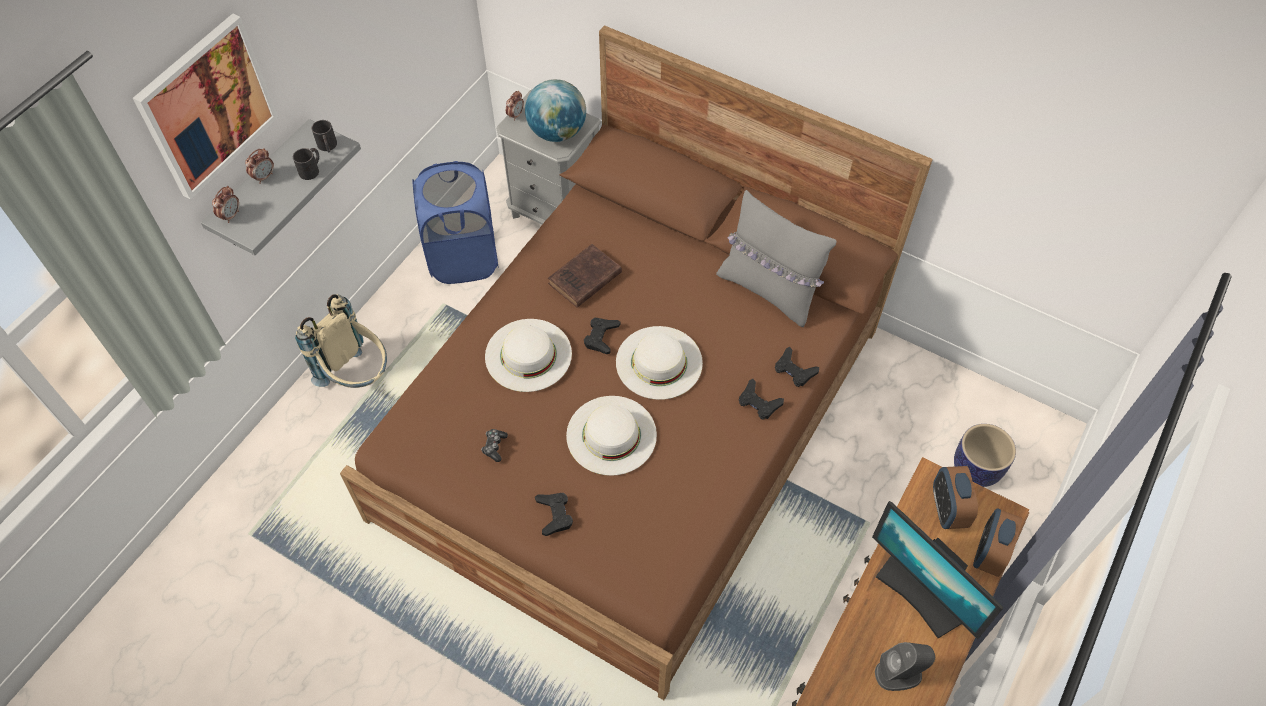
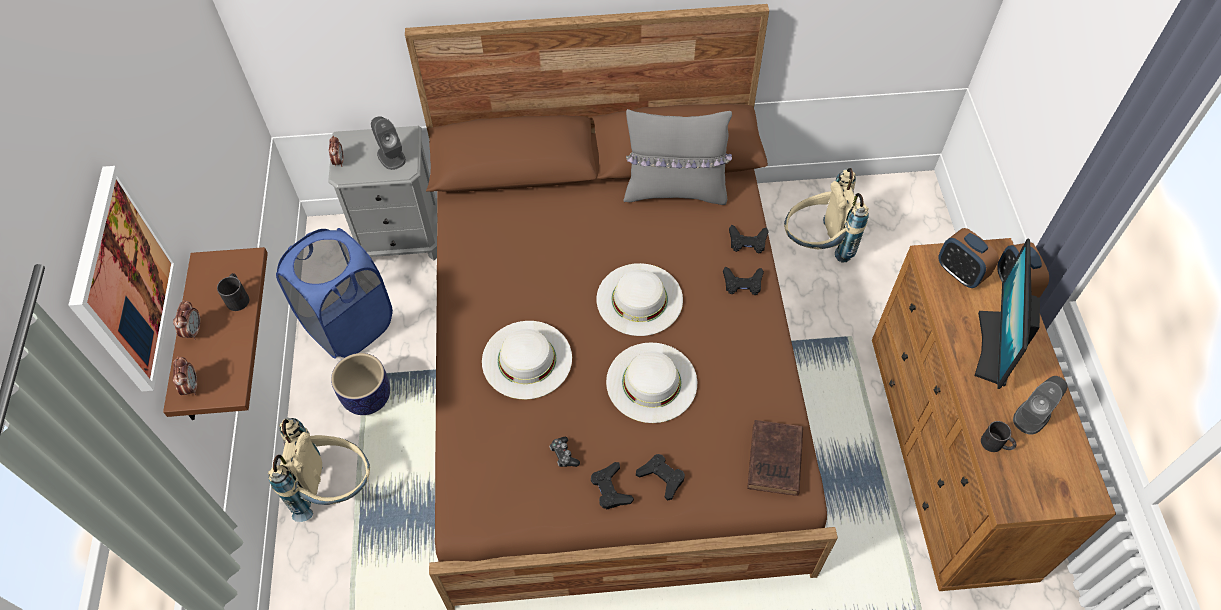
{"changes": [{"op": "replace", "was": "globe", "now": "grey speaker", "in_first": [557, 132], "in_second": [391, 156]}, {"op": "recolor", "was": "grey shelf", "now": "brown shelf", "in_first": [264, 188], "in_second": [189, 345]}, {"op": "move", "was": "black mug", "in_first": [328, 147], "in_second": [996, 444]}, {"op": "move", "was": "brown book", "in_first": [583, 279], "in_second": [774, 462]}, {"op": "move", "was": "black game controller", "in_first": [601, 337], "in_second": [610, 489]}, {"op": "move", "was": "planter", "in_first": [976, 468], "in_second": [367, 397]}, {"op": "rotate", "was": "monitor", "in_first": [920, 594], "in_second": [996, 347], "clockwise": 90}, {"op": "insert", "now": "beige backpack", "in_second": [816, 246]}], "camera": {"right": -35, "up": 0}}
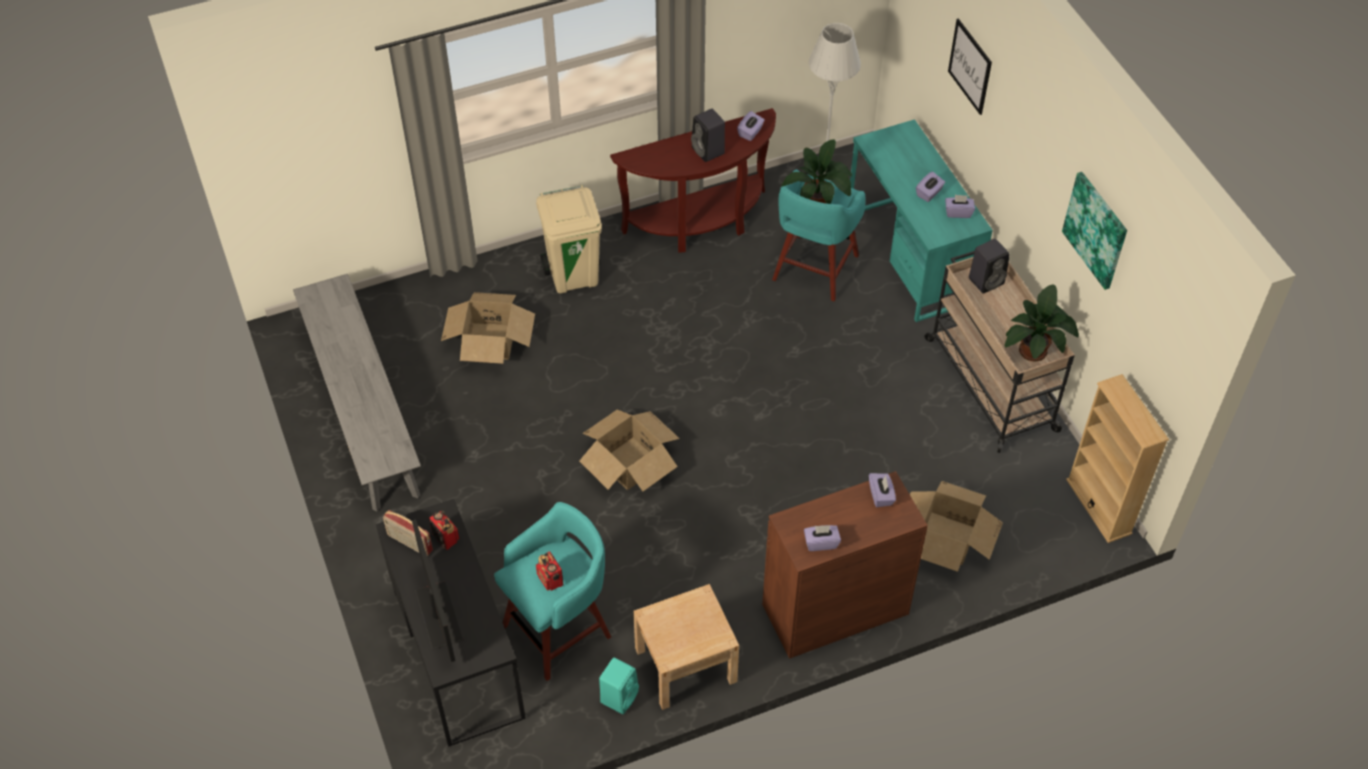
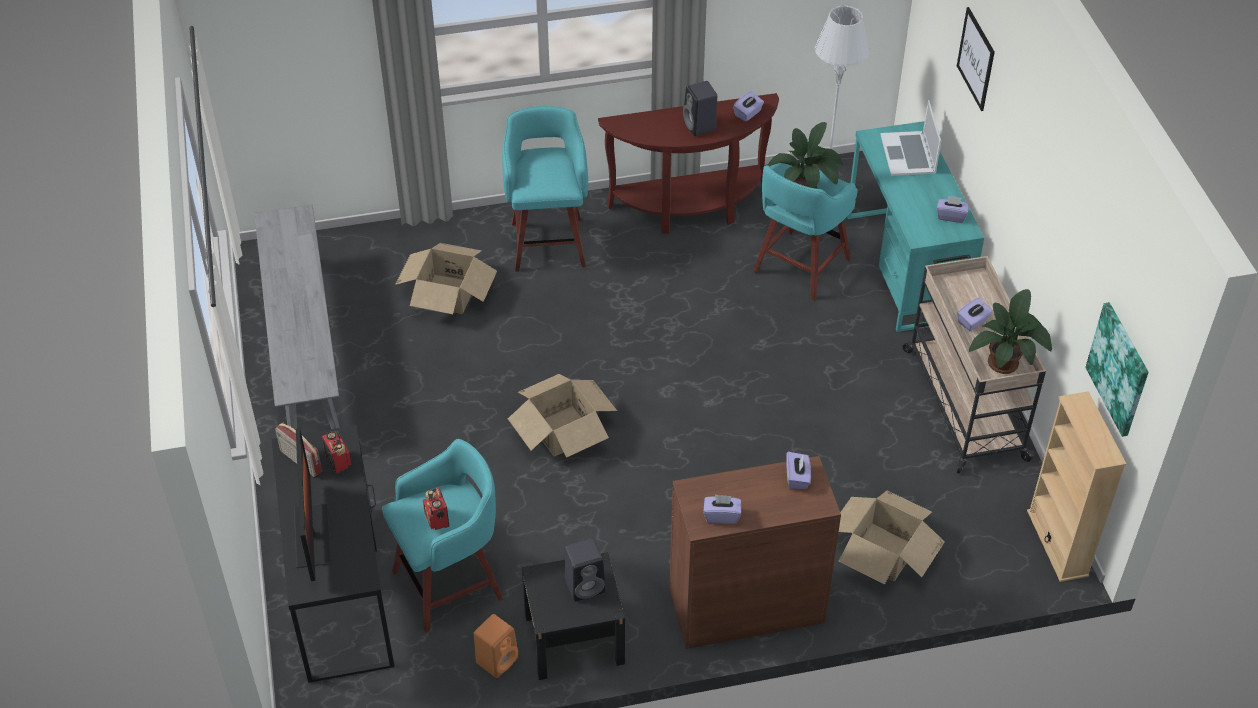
{"changes": [{"op": "move", "was": "purple tissue box", "in_first": [929, 193], "in_second": [973, 321]}, {"op": "move", "was": "picture", "in_first": [1096, 230], "in_second": [1119, 369]}, {"op": "replace", "was": "beige trash can", "now": "turquoise stool", "in_first": [574, 275], "in_second": [548, 242]}, {"op": "move", "was": "black speaker", "in_first": [987, 280], "in_second": [586, 585]}, {"op": "recolor", "was": "beige nightstand", "now": "black nightstand", "in_first": [685, 665], "in_second": [574, 639]}, {"op": "recolor", "was": "turquoise speaker", "now": "orange speaker", "in_first": [619, 696], "in_second": [497, 659]}, {"op": "insert", "now": "laptop", "in_second": [908, 154]}], "camera": {"right": 10, "up": -5}}
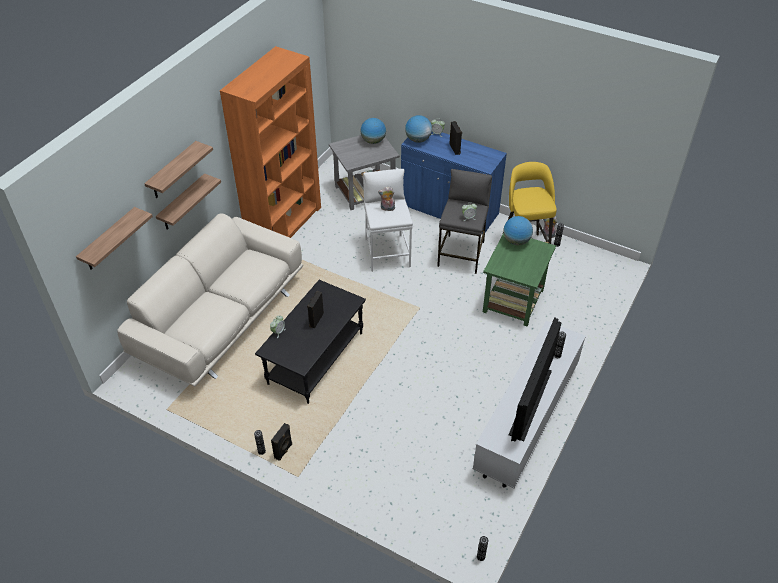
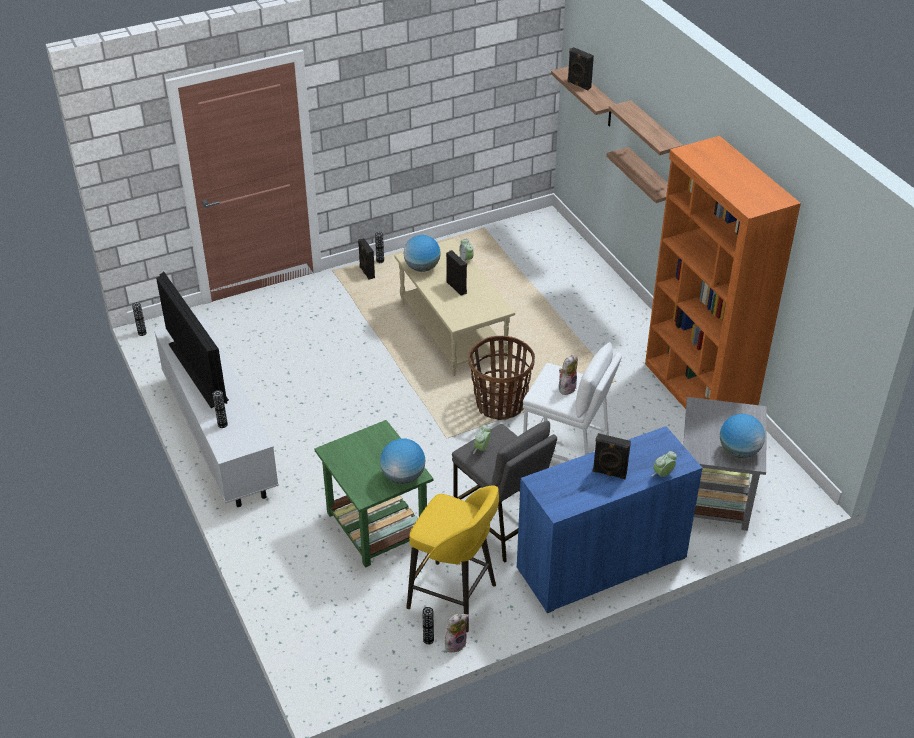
{"changes": [{"op": "move", "was": "globe", "in_first": [418, 140], "in_second": [422, 268]}, {"op": "delete", "was": "beige sofa", "in_first": [221, 319]}, {"op": "recolor", "was": "black coffee table", "now": "beige coffee table", "in_first": [315, 358], "in_second": [454, 331]}, {"op": "insert", "now": "black speaker", "in_second": [578, 85]}, {"op": "insert", "now": "basket", "in_second": [500, 404]}], "camera": {"right": 125, "up": -5}}
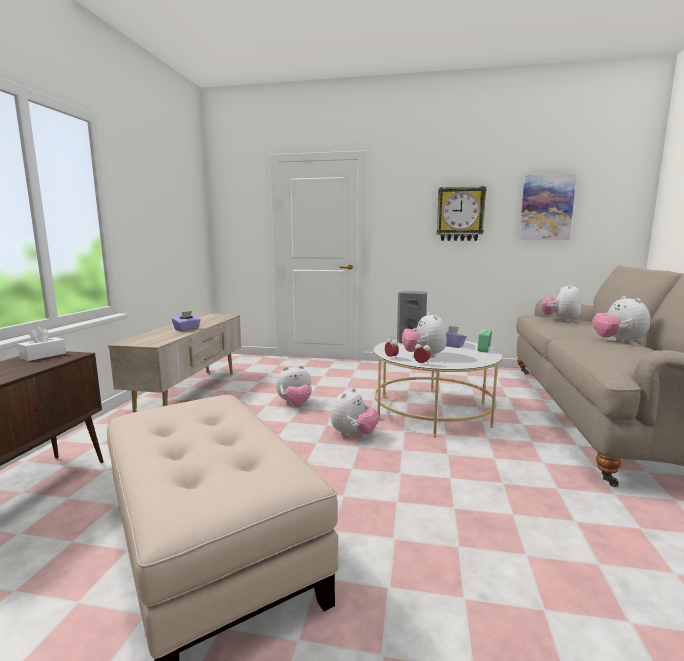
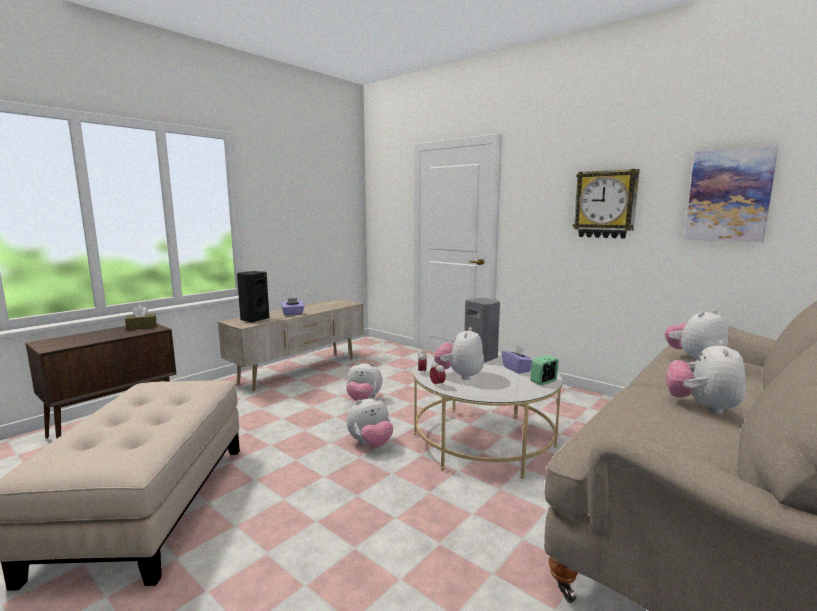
{"changes": [{"op": "recolor", "was": "white tissue box", "now": "brown tissue box", "in_first": [43, 355], "in_second": [141, 327]}, {"op": "insert", "now": "black speaker", "in_second": [254, 319]}], "camera": {"right": 30, "up": 0}}
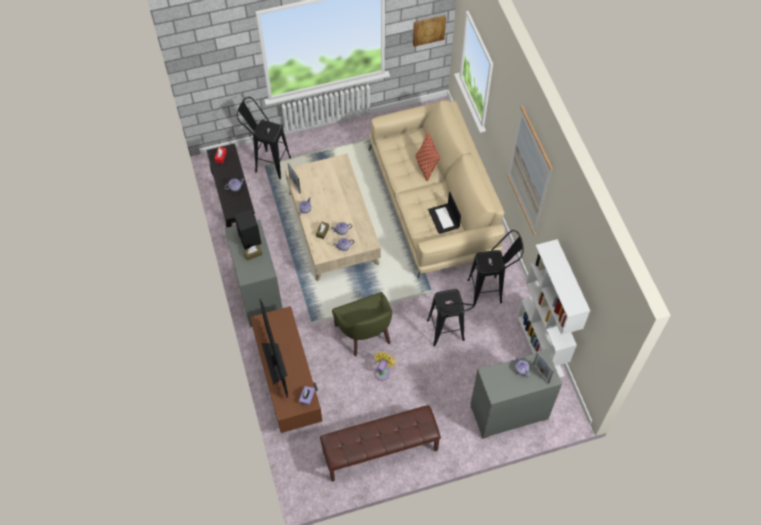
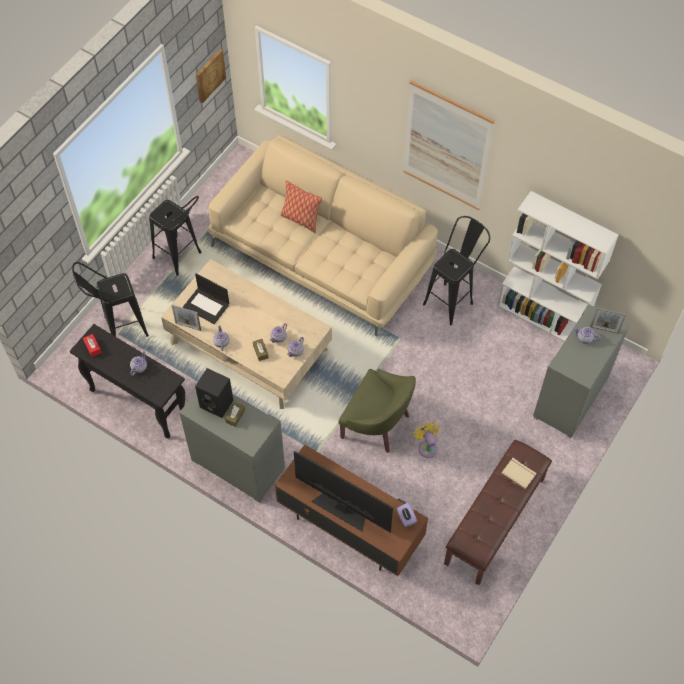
{"changes": [{"op": "move", "was": "laptop", "in_first": [444, 219], "in_second": [207, 305]}, {"op": "move", "was": "black stool", "in_first": [447, 336], "in_second": [182, 259]}, {"op": "insert", "now": "beige book", "in_second": [519, 473]}], "camera": {"right": -40, "up": 0}}
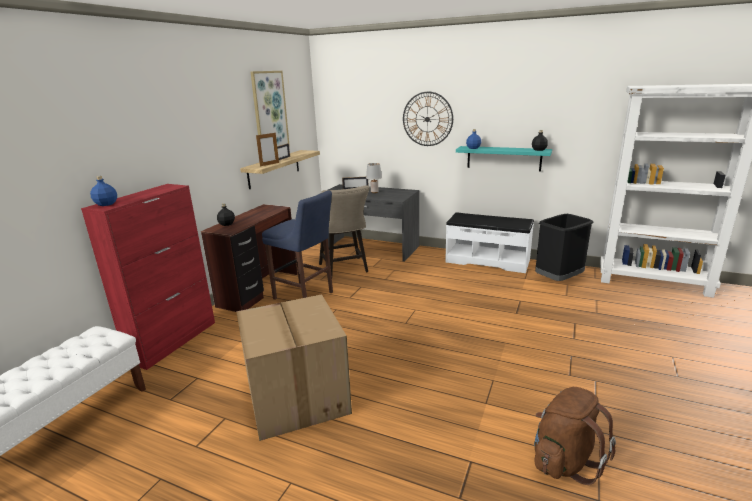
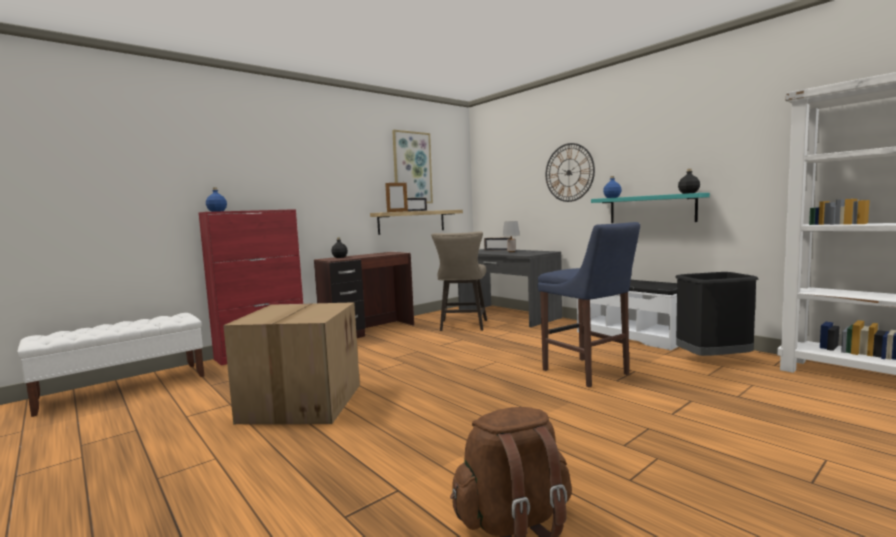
{"changes": [{"op": "move", "was": "blue stool", "in_first": [305, 296], "in_second": [588, 373]}], "camera": {"right": 25, "up": -15}}
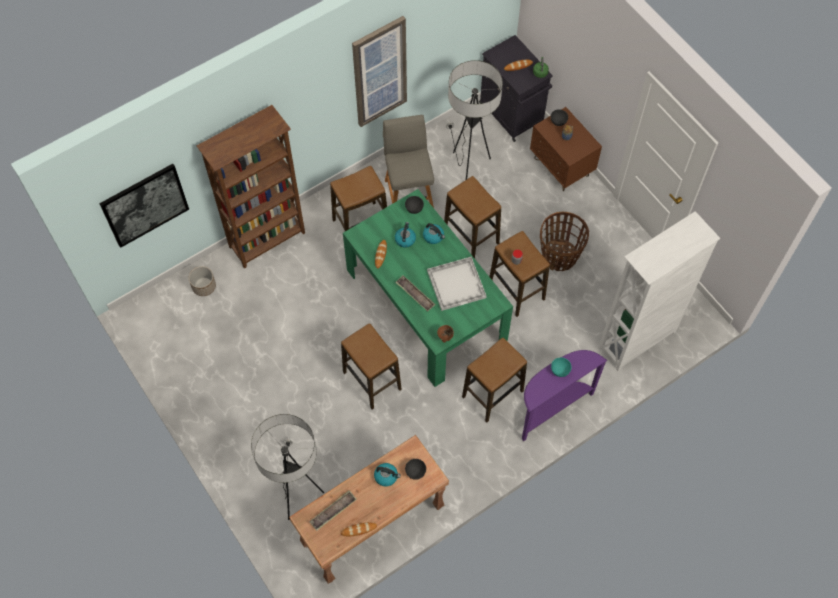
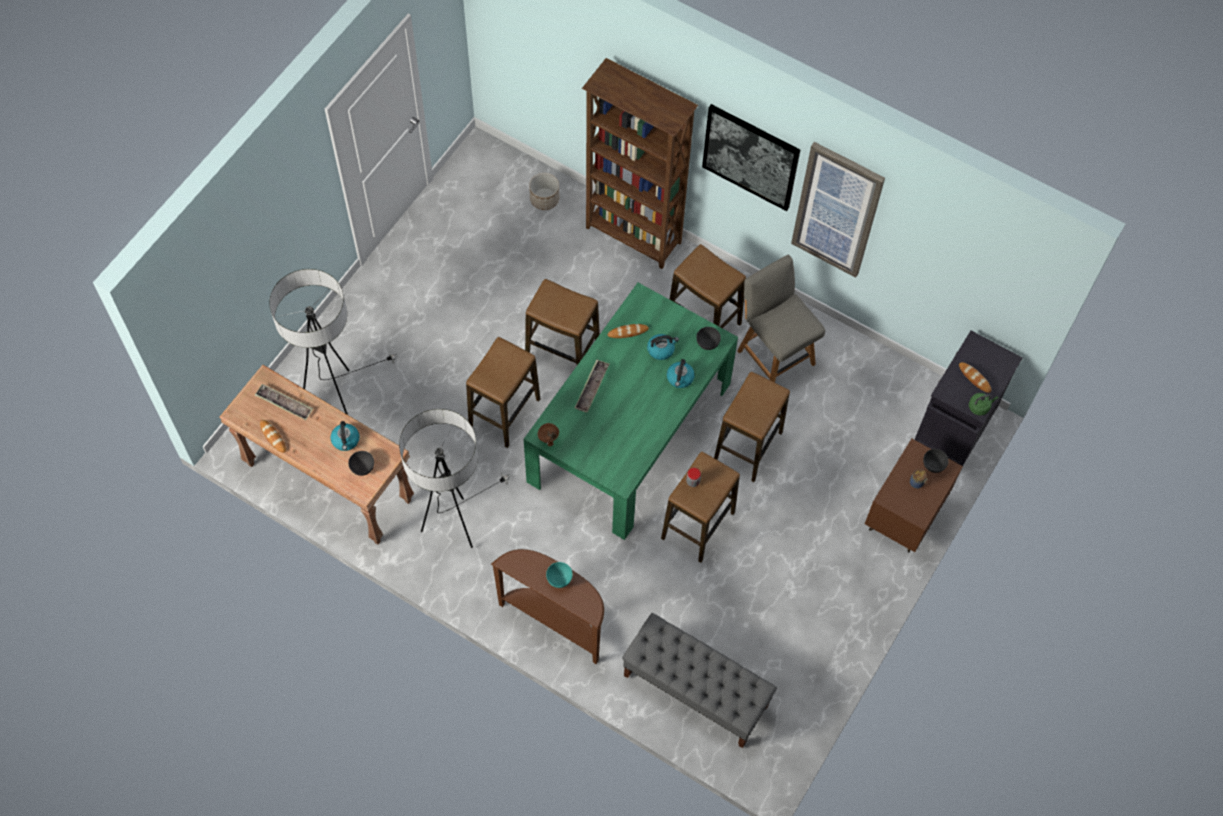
{"changes": [{"op": "move", "was": "floor lamp", "in_first": [468, 164], "in_second": [455, 525]}, {"op": "rotate", "was": "grey chair", "in_first": [408, 192], "in_second": [774, 355], "clockwise": -90}, {"op": "move", "was": "picture", "in_first": [145, 205], "in_second": [750, 156]}, {"op": "replace", "was": "white bookcase", "now": "grey bench", "in_first": [635, 340], "in_second": [695, 690]}, {"op": "delete", "was": "basket", "in_first": [559, 256]}, {"op": "delete", "was": "white tray", "in_first": [456, 283]}, {"op": "move", "was": "stool", "in_first": [492, 394], "in_second": [562, 352]}, {"op": "recolor", "was": "purple console table", "now": "brown console table", "in_first": [551, 408], "in_second": [555, 622]}], "camera": {"right": 65, "up": 0}}
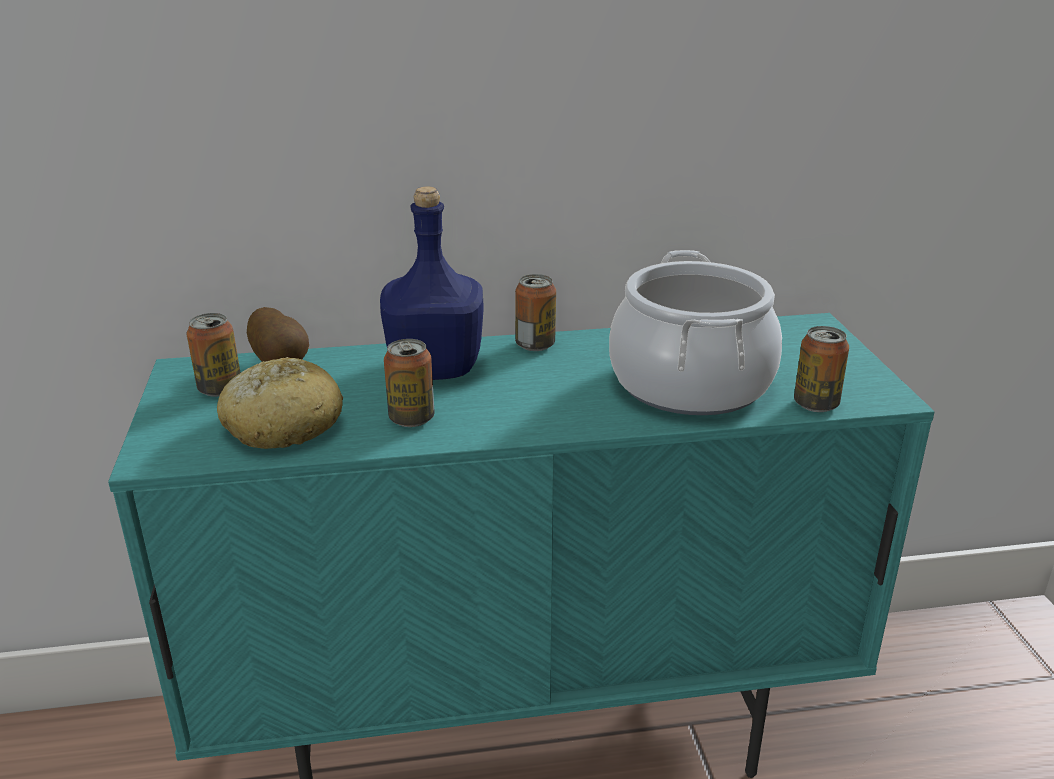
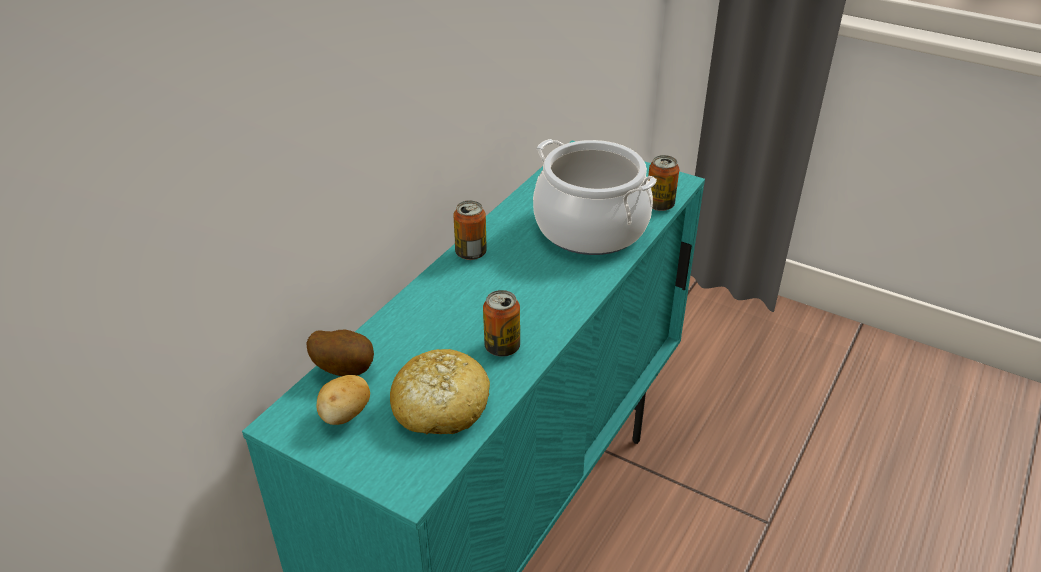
{"changes": [{"op": "delete", "was": "blue bottle", "in_first": [437, 368]}, {"op": "replace", "was": "can", "now": "potato", "in_first": [220, 389], "in_second": [345, 415]}], "camera": {"right": -50, "up": 10}}
